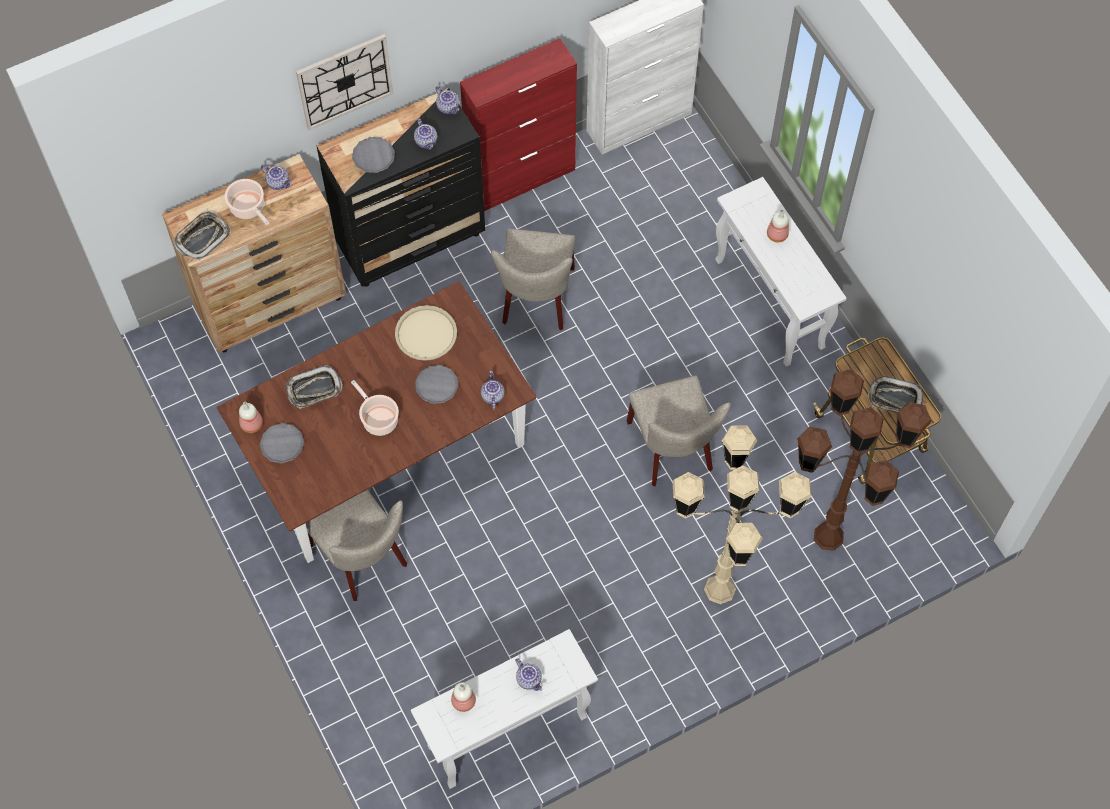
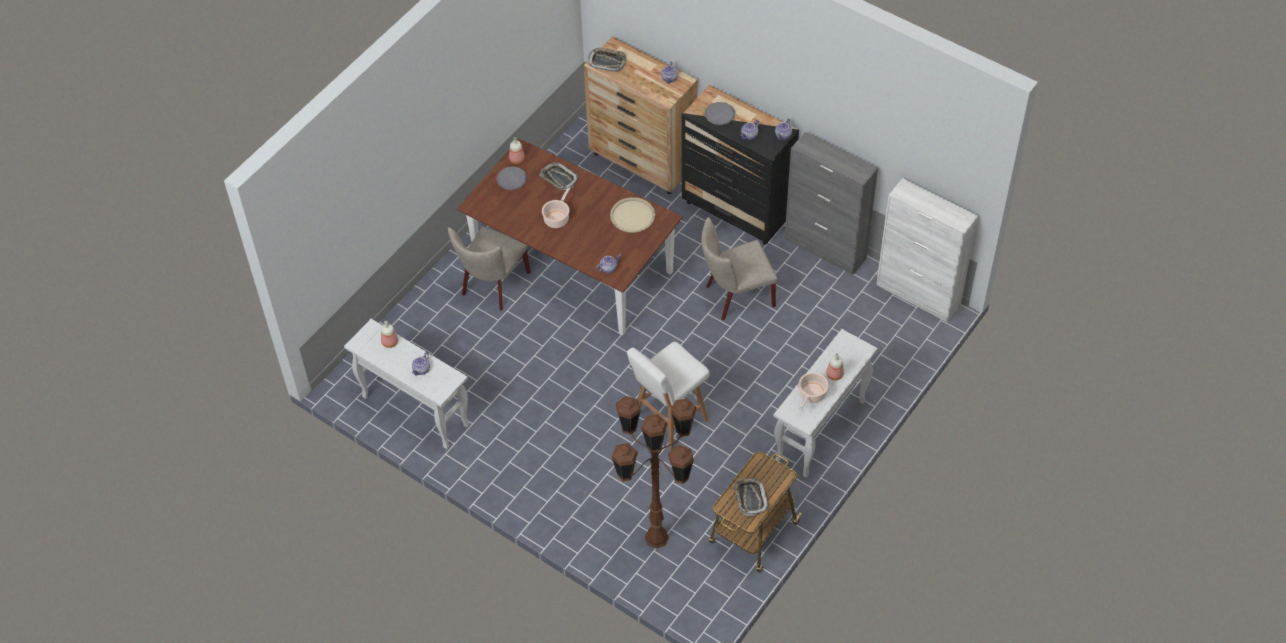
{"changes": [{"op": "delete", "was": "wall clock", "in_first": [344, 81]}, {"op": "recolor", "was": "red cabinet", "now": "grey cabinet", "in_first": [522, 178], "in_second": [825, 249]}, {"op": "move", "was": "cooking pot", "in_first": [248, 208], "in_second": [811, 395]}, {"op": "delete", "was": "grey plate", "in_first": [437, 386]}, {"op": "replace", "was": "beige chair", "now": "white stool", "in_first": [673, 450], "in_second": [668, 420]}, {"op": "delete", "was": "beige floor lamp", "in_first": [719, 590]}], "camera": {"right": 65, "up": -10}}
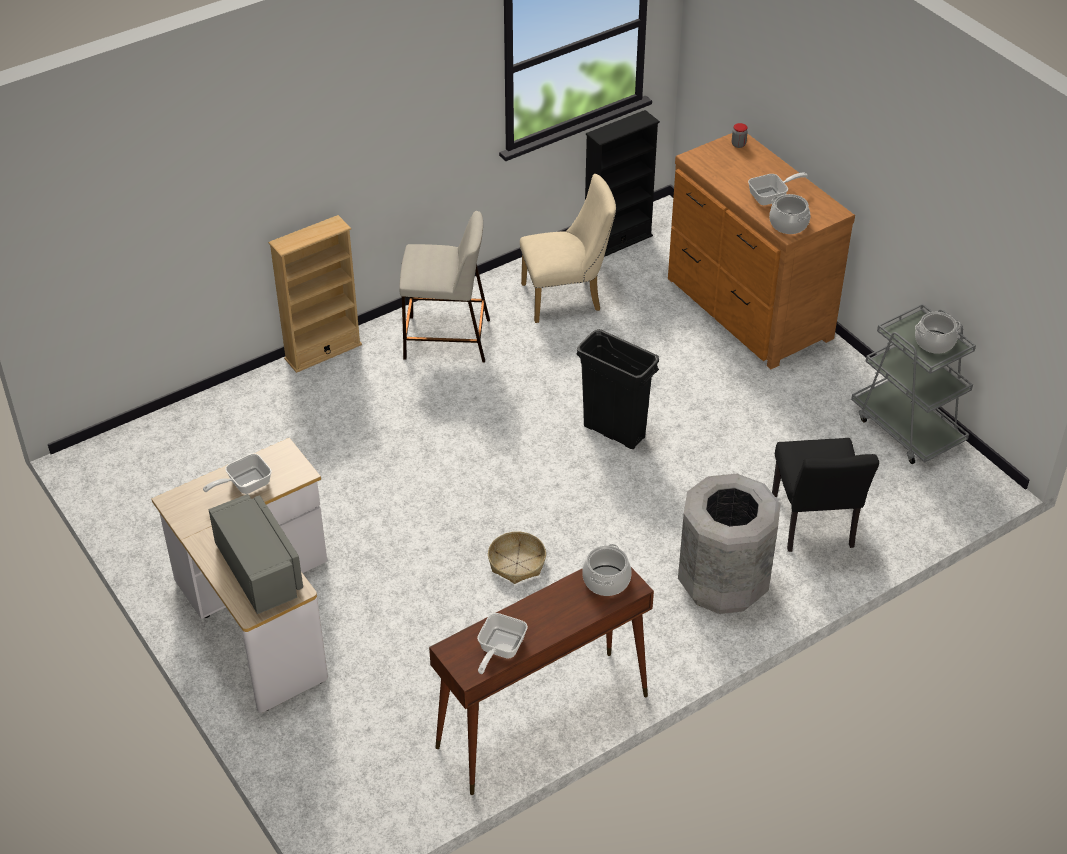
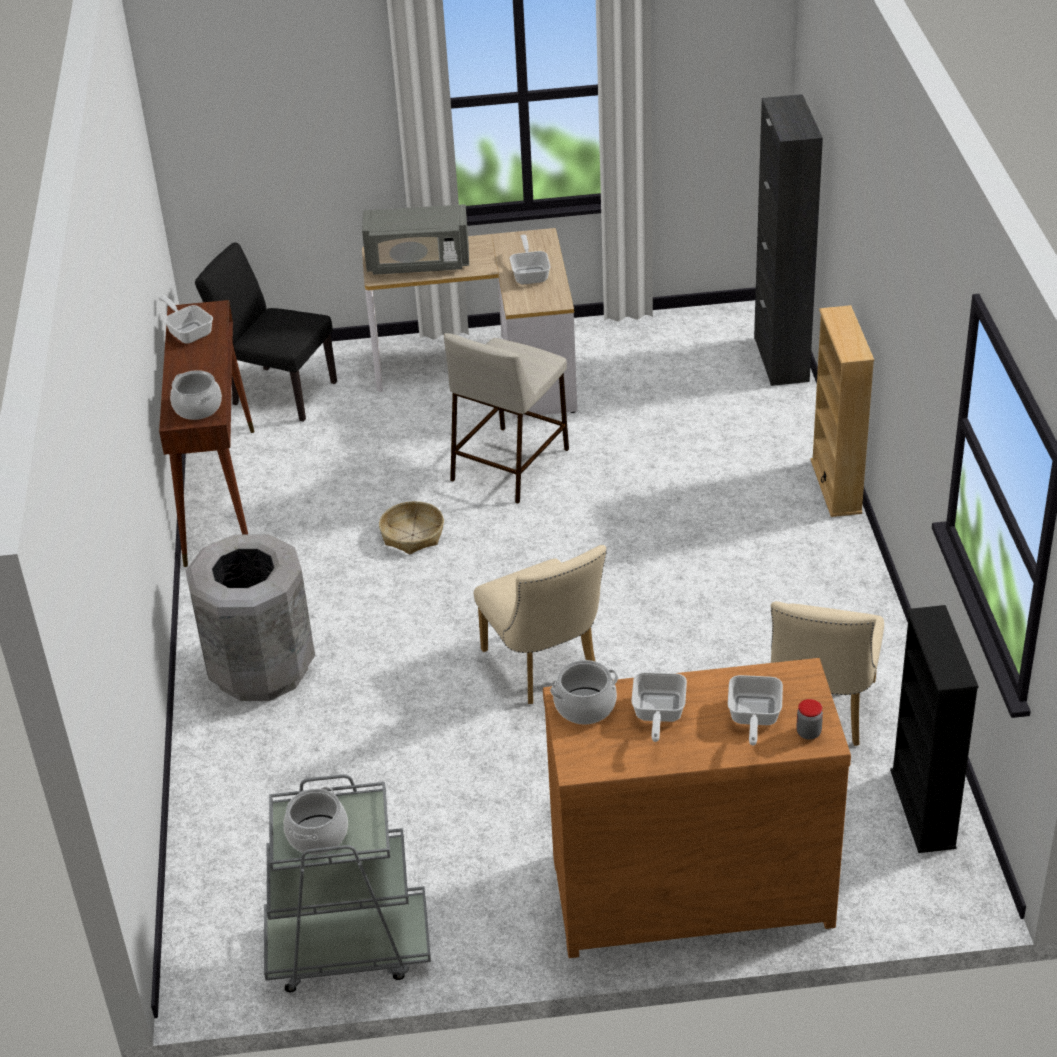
{"changes": [{"op": "move", "was": "beige stool", "in_first": [445, 339], "in_second": [510, 463]}, {"op": "replace", "was": "black trash can", "now": "beige chair", "in_first": [614, 431], "in_second": [545, 669]}, {"op": "move", "was": "black chair", "in_first": [814, 527], "in_second": [277, 392]}, {"op": "insert", "now": "black cabinet", "in_second": [781, 359]}, {"op": "insert", "now": "frying pan", "in_second": [753, 718]}], "camera": {"right": 120, "up": -5}}
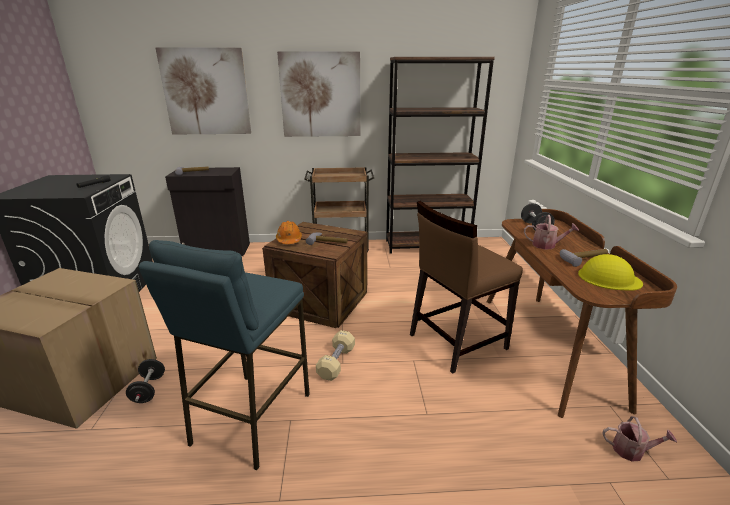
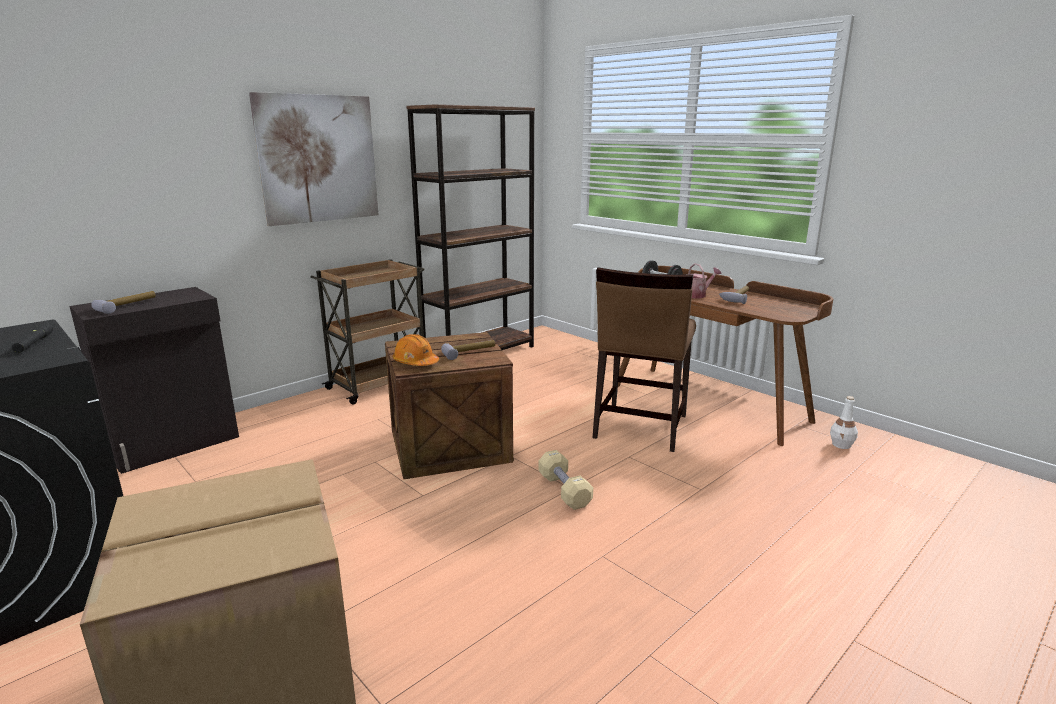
{"changes": [{"op": "delete", "was": "picture", "in_first": [206, 92]}, {"op": "delete", "was": "blue stool", "in_first": [251, 418]}, {"op": "delete", "was": "yellow hard hat", "in_first": [608, 278]}, {"op": "delete", "was": "black dumbbell", "in_first": [148, 390]}, {"op": "replace", "was": "watering can", "now": "white bottle", "in_first": [632, 450], "in_second": [841, 445]}], "camera": {"right": -40, "up": -5}}
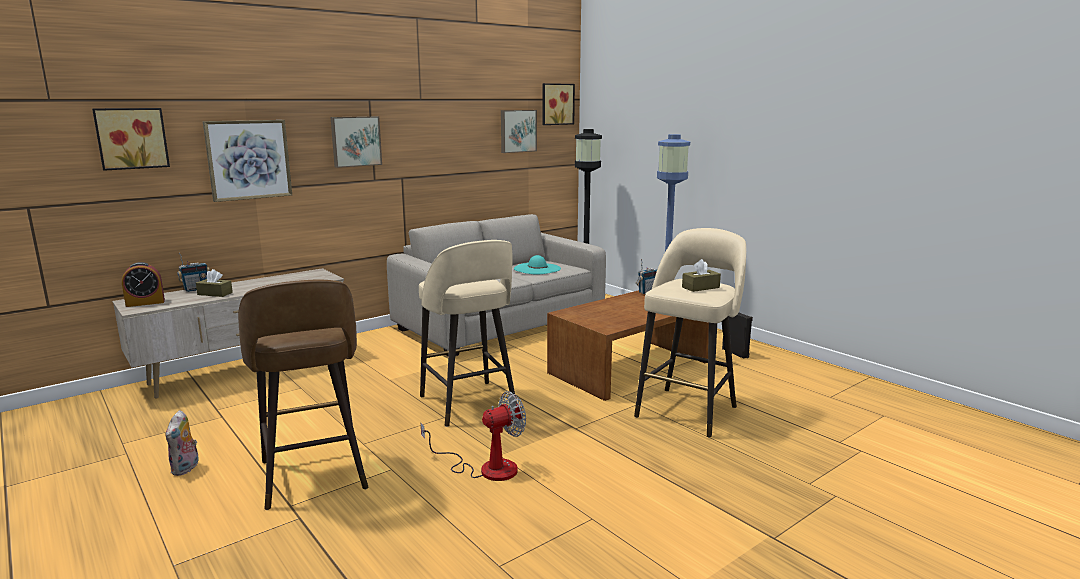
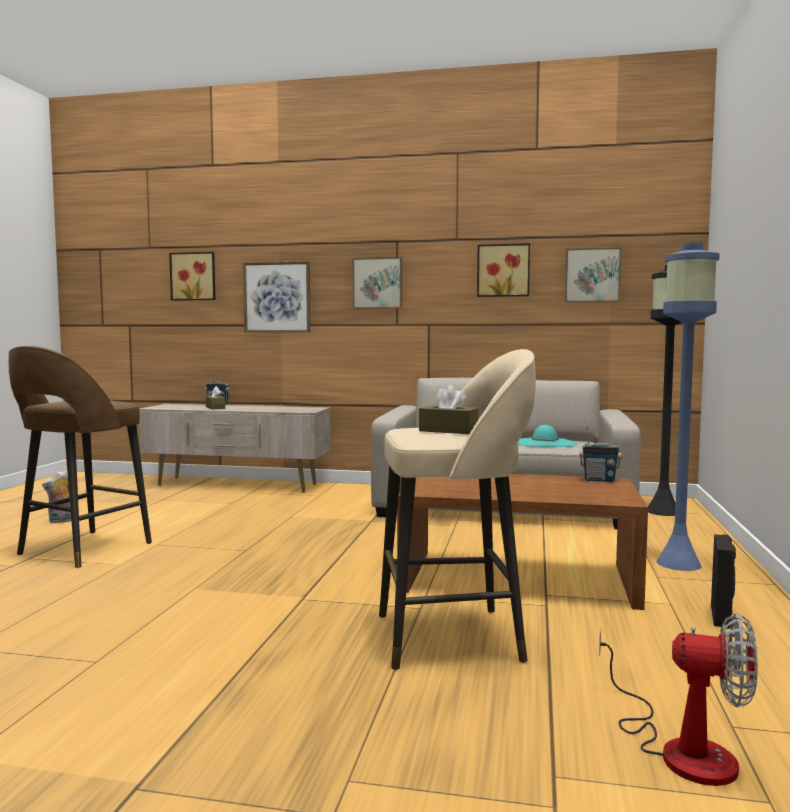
{"changes": [{"op": "move", "was": "picture", "in_first": [556, 104], "in_second": [503, 270]}, {"op": "delete", "was": "beige stool", "in_first": [469, 404]}, {"op": "delete", "was": "alarm clock", "in_first": [145, 303]}, {"op": "move", "was": "fan", "in_first": [486, 468], "in_second": [680, 748]}], "camera": {"right": 50, "up": -10}}
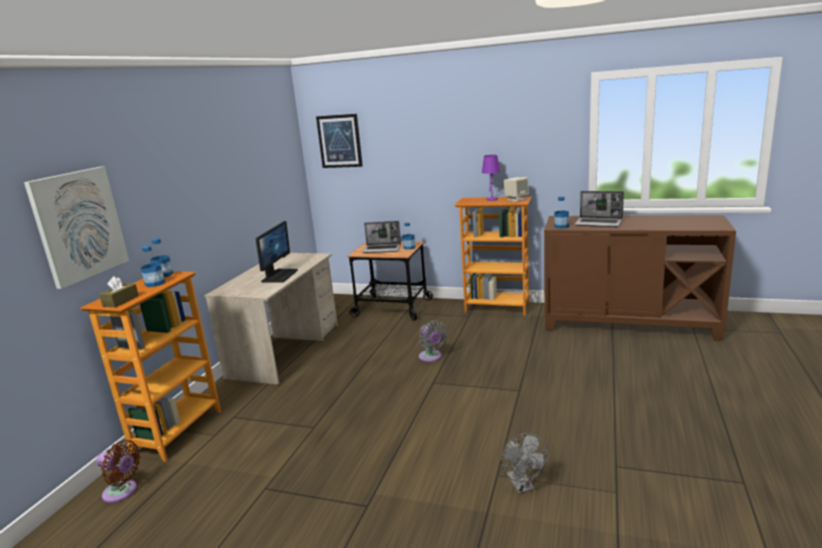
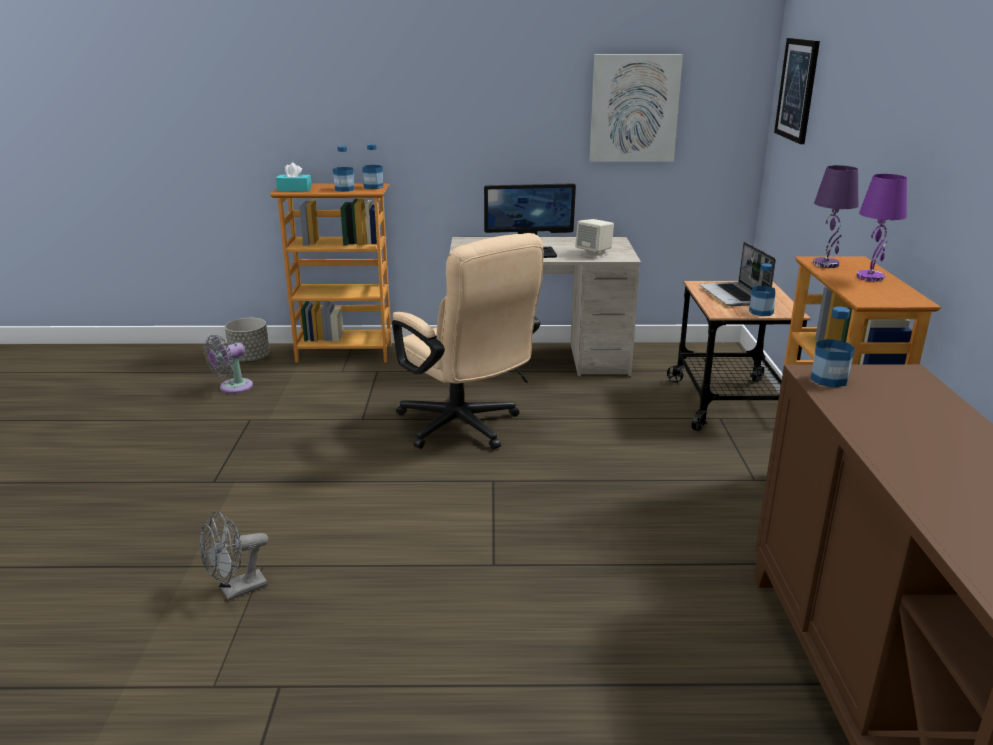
{"changes": [{"op": "move", "was": "picture", "in_first": [79, 225], "in_second": [634, 108]}, {"op": "move", "was": "beige speaker", "in_first": [516, 199], "in_second": [594, 254]}, {"op": "delete", "was": "laptop", "in_first": [599, 223]}, {"op": "recolor", "was": "brown tissue box", "now": "turquoise tissue box", "in_first": [121, 301], "in_second": [294, 190]}, {"op": "move", "was": "grey fan", "in_first": [431, 357], "in_second": [232, 388]}, {"op": "replace", "was": "brown fan", "now": "grey planter", "in_first": [122, 492], "in_second": [250, 359]}, {"op": "insert", "now": "purple table lamp", "in_second": [826, 264]}, {"op": "insert", "now": "beige office chair", "in_second": [465, 429]}], "camera": {"right": 70, "up": 5}}
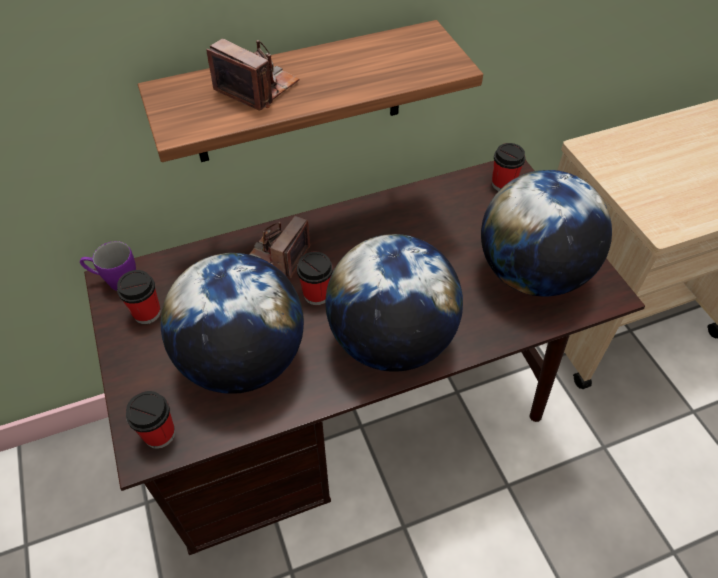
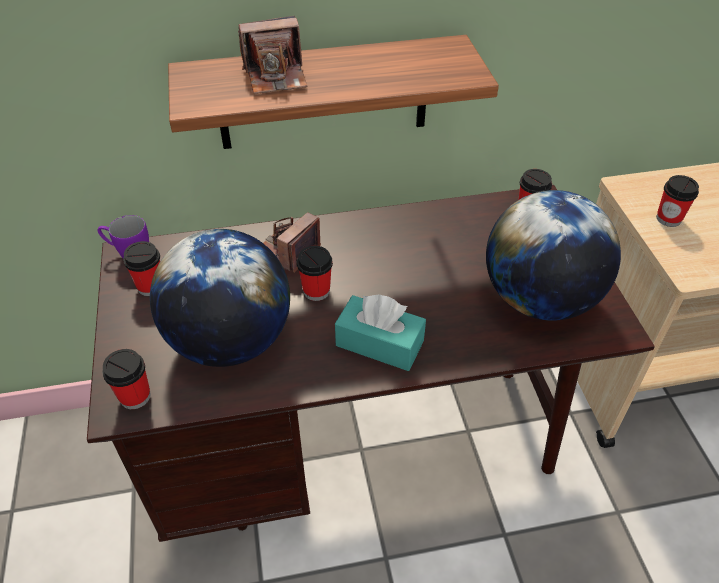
{"changes": [{"op": "rotate", "was": "photo camera", "in_first": [257, 87], "in_second": [276, 76], "clockwise": 120}, {"op": "replace", "was": "globe", "now": "turquoise tissue box", "in_first": [391, 340], "in_second": [379, 343]}, {"op": "insert", "now": "cup", "in_second": [668, 219]}], "camera": {"right": 10, "up": -5}}
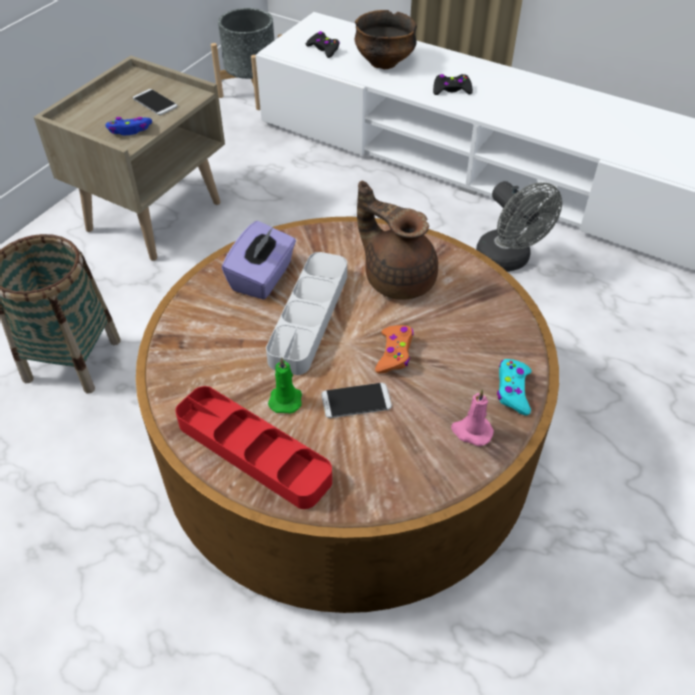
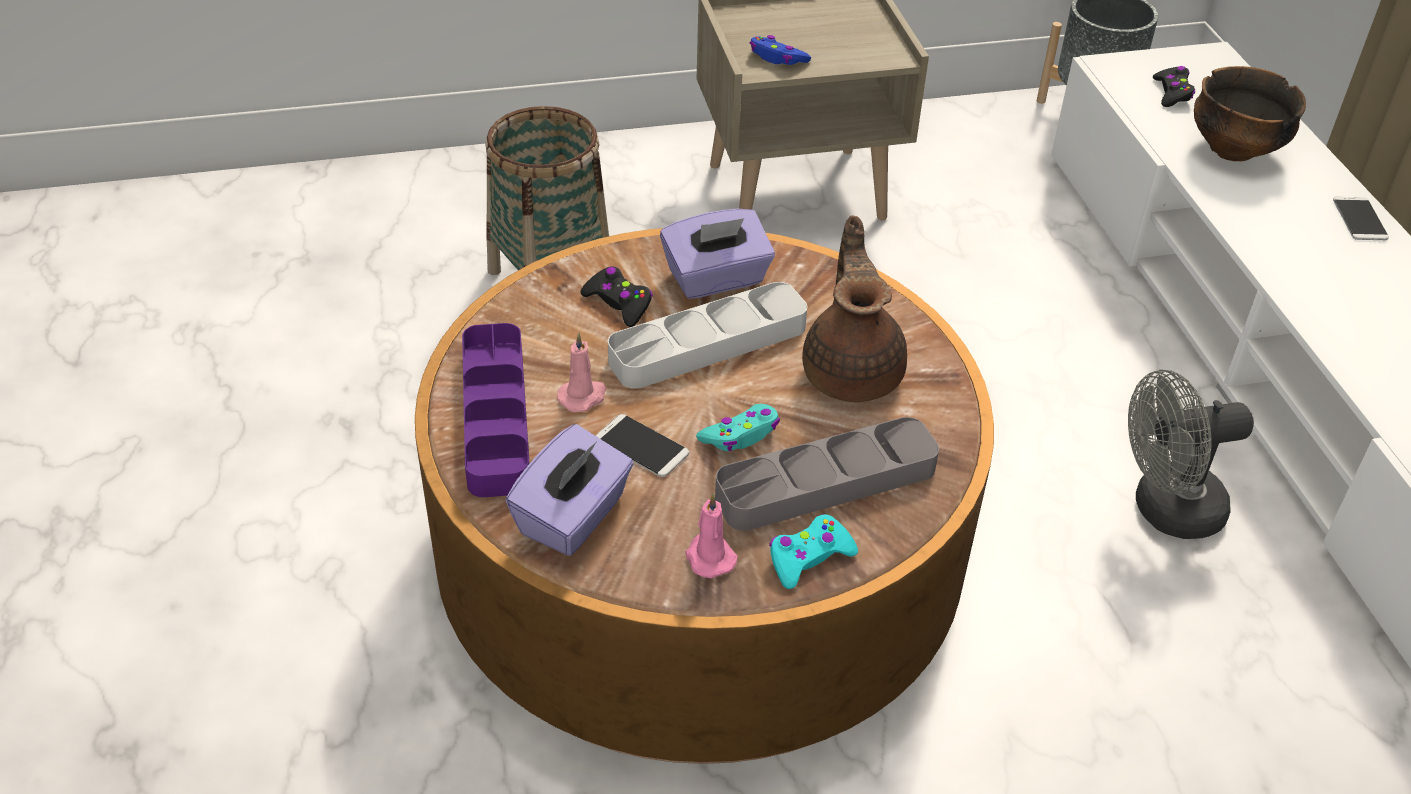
{"changes": [{"op": "move", "was": "black game controller", "in_first": [451, 90], "in_second": [619, 303]}, {"op": "move", "was": "phone", "in_first": [155, 103], "in_second": [1359, 219]}, {"op": "rotate", "was": "grey fan", "in_first": [508, 261], "in_second": [1165, 510], "clockwise": 60}, {"op": "recolor", "was": "orange game controller", "now": "turquoise game controller", "in_first": [394, 353], "in_second": [741, 435]}, {"op": "recolor", "was": "green candle", "now": "pink candle", "in_first": [285, 399], "in_second": [583, 396]}, {"op": "recolor", "was": "red tray", "now": "purple tray", "in_first": [253, 451], "in_second": [496, 416]}, {"op": "insert", "now": "grey tray", "in_second": [826, 482]}, {"op": "insert", "now": "purple tissue box", "in_second": [573, 517]}], "camera": {"right": 45, "up": -5}}
